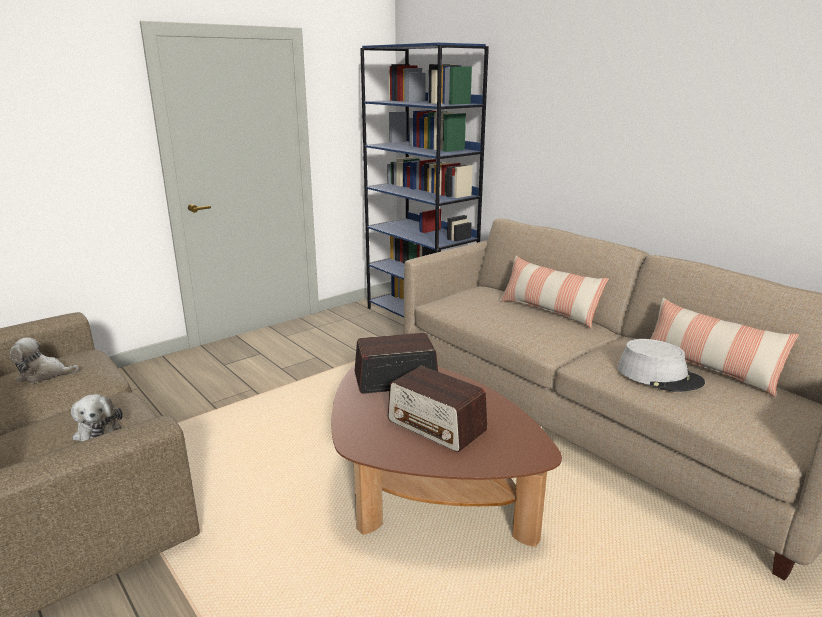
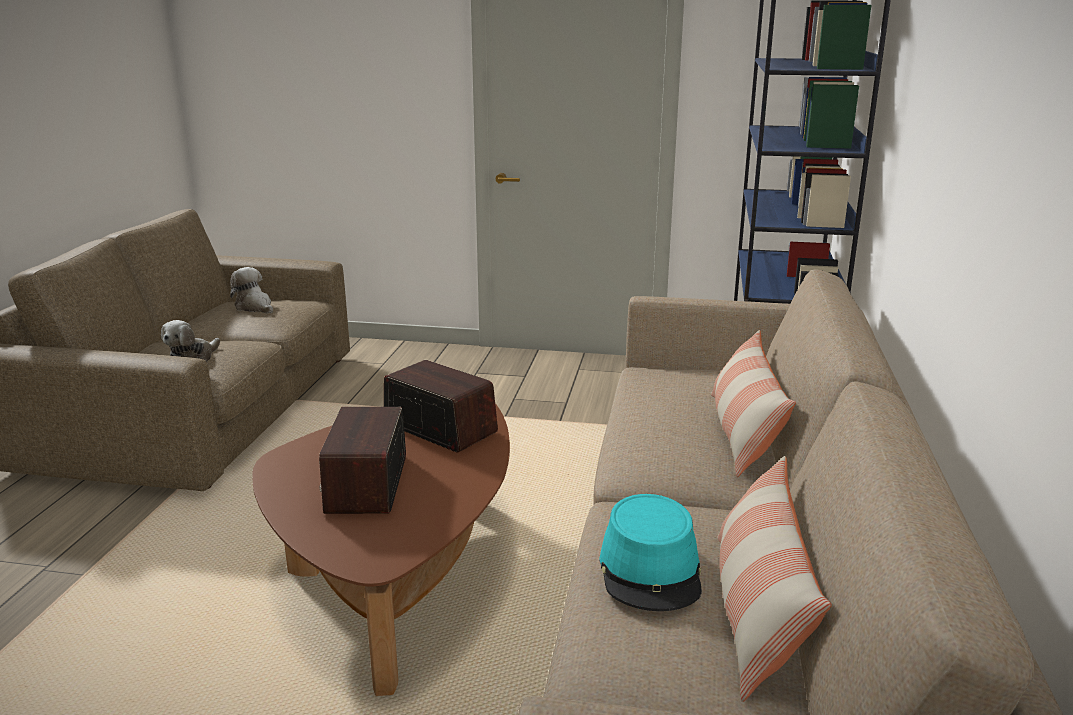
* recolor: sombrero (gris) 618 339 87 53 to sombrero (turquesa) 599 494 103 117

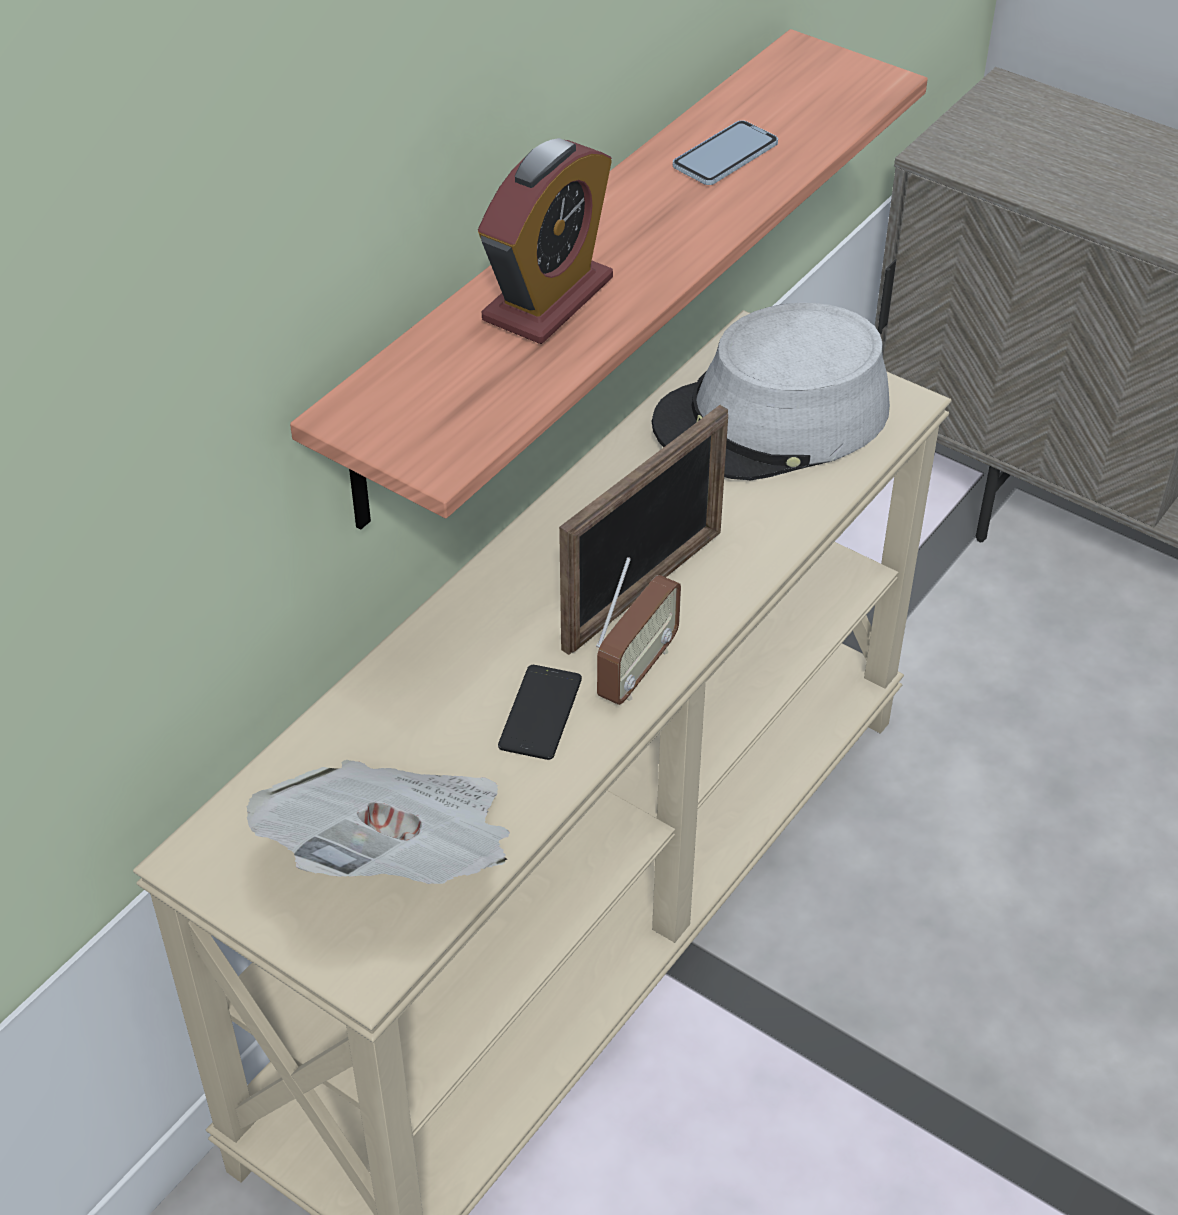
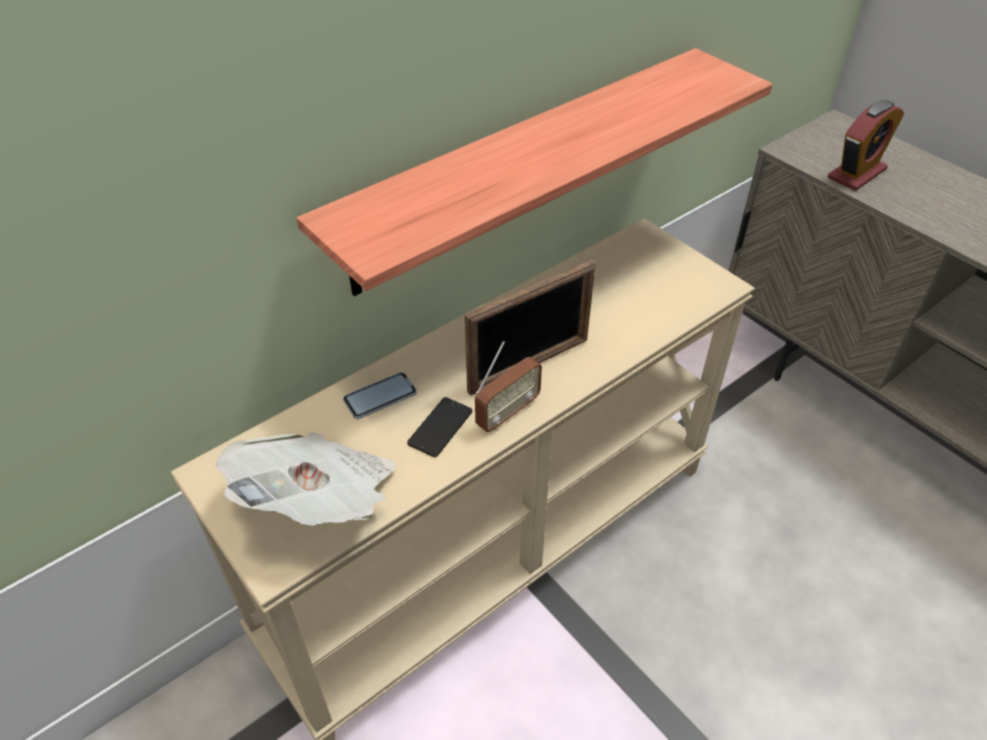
* move: móvil 673 120 105 65 to 343 372 74 47
* move: despertador 478 138 135 206 to 828 100 76 91
* delete: sombrero (gris) 652 303 238 177

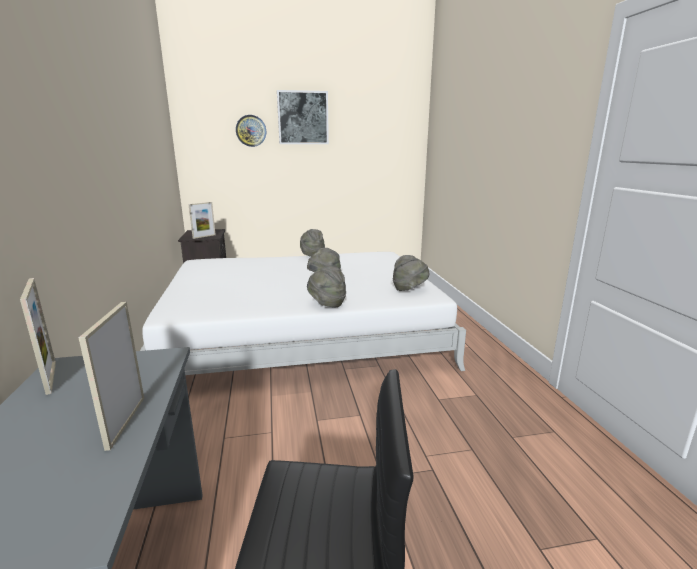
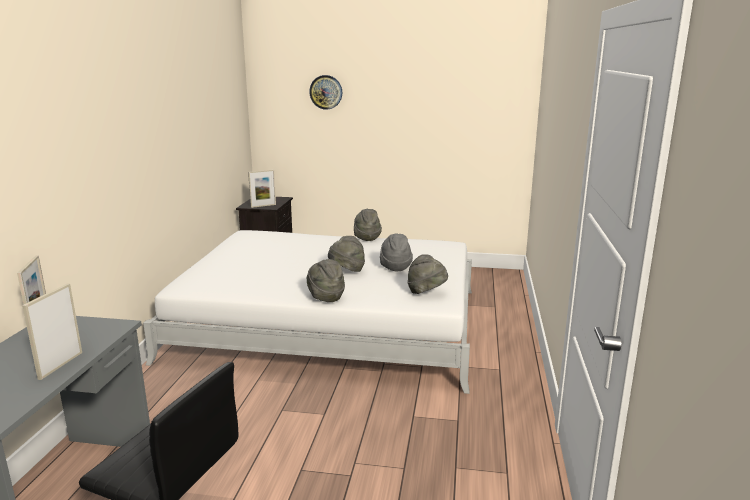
* delete: cuadro 277 90 52 54
* insert: sombrero (gris) 380 233 33 38

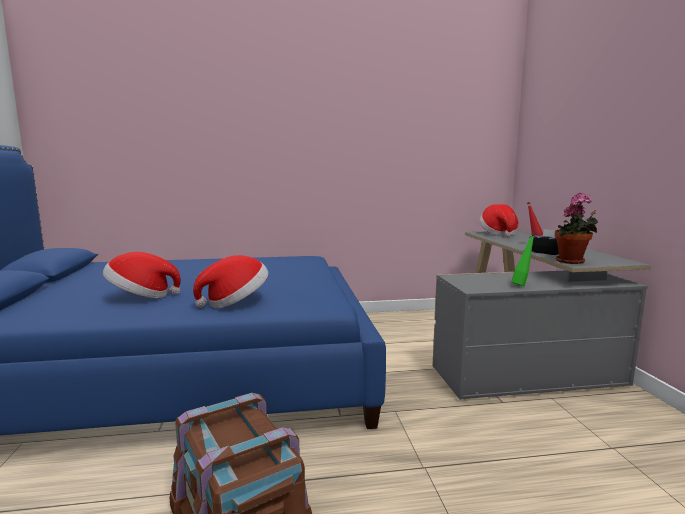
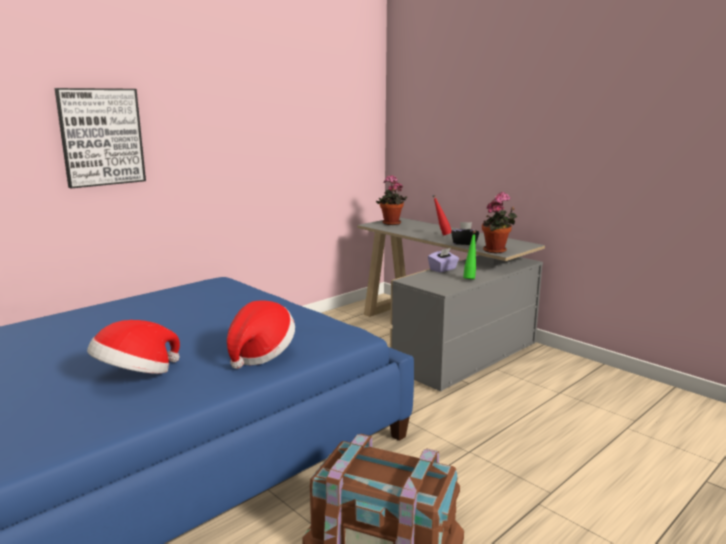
* replace: sombrero 480 204 39 33 to planta en maceta 376 175 31 50
* insert: cuadro 55 88 91 100
* insert: caja de pañuelos (morado) 428 248 31 25

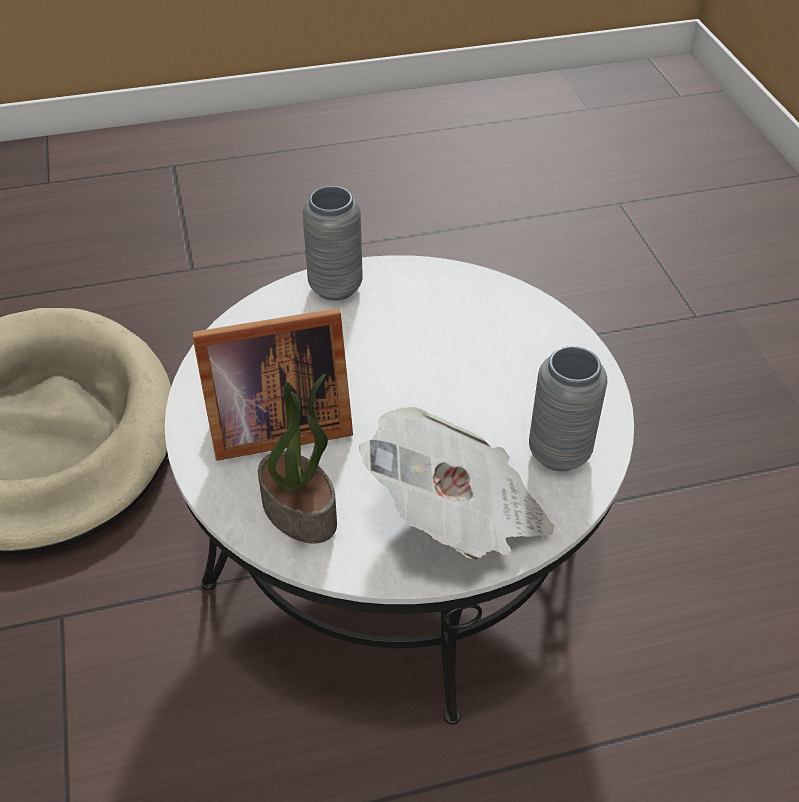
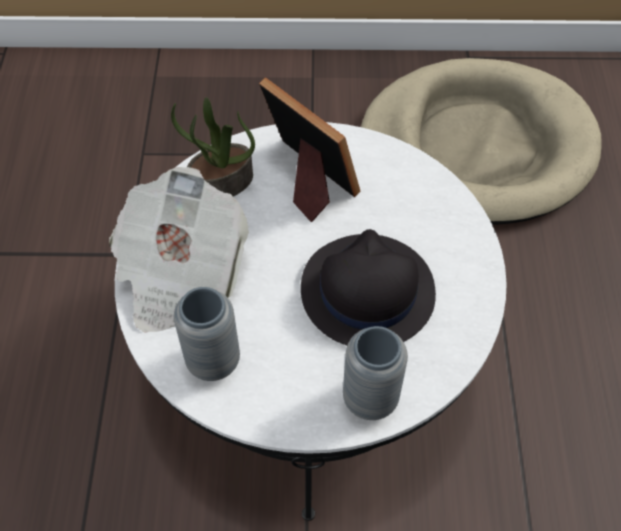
* move: florero (gris) 303 186 60 115 to 343 326 65 94
* rotate: portarretratos 192 308 161 153 = 259 77 101 145 135 degrees clockwise
* insert: sombrero (negro) 301 229 135 116

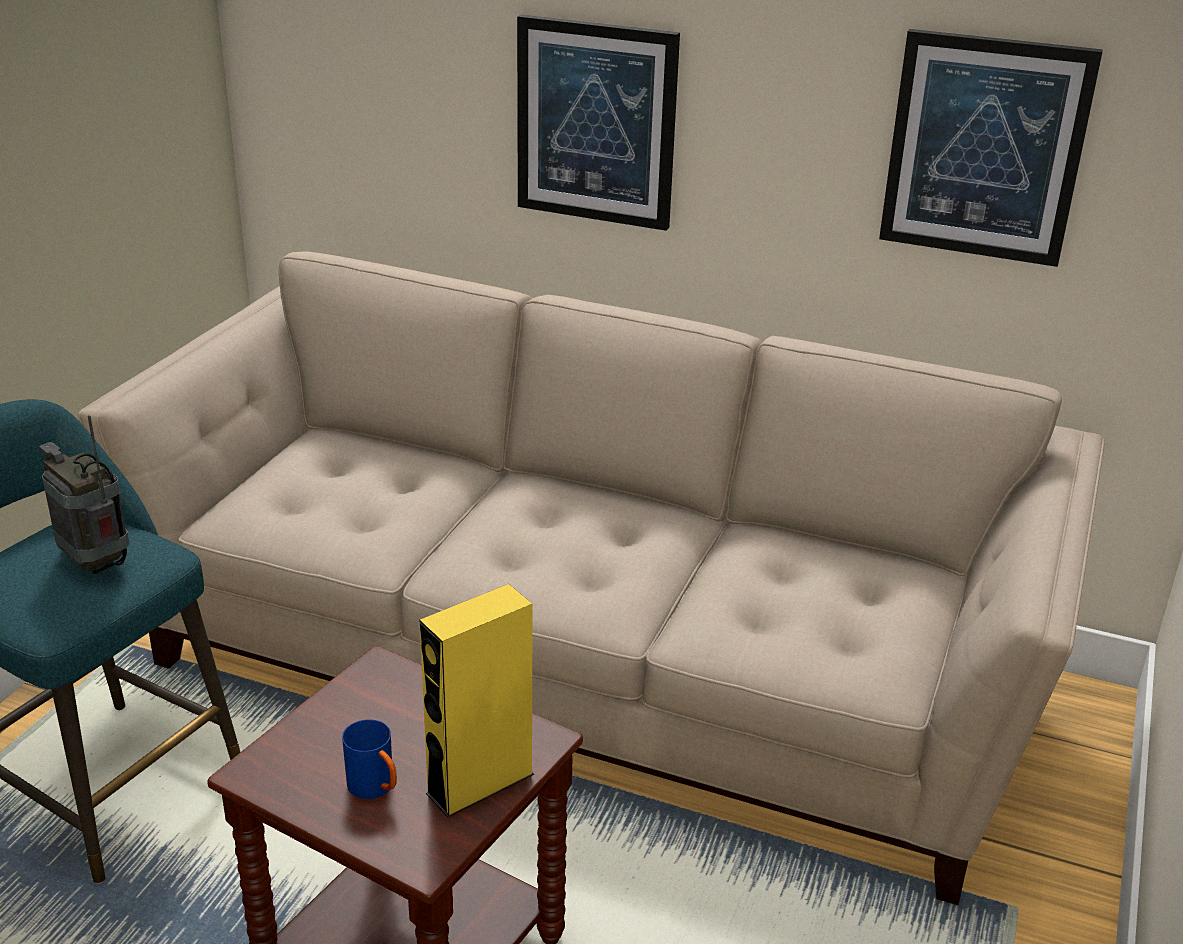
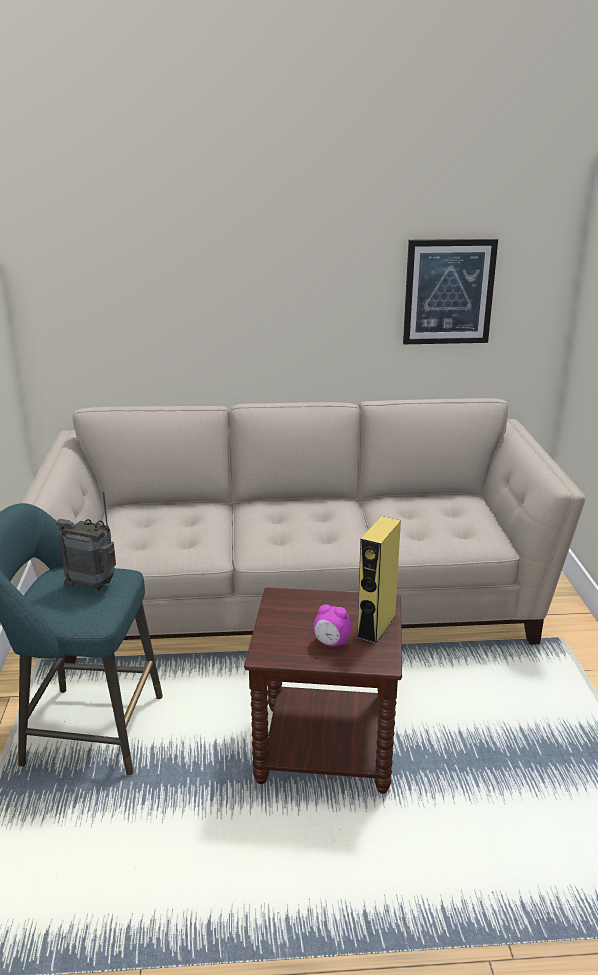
* delete: cuadro 517 14 163 217
* replace: taza grande (azul) 342 719 55 80 to despertador 313 604 38 42

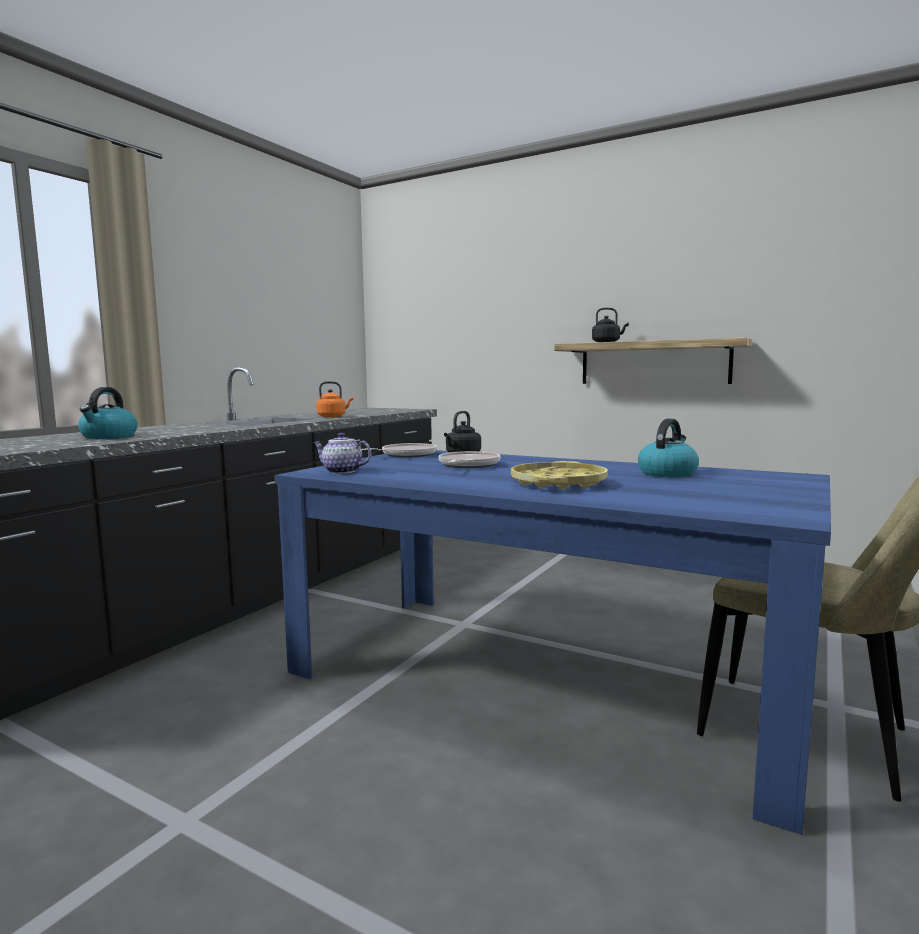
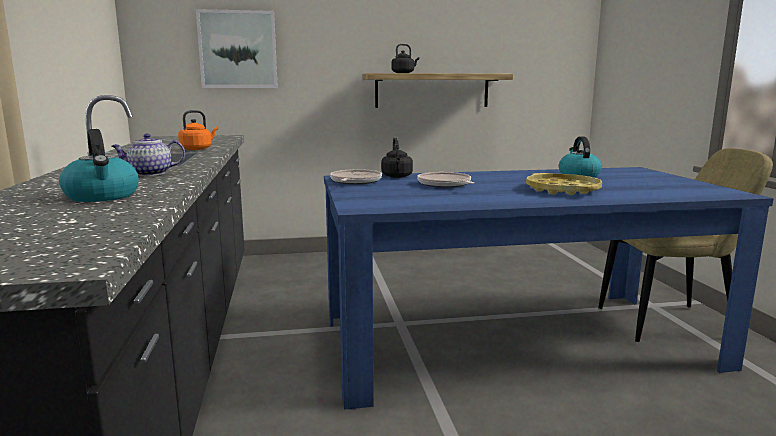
* move: tetera 313 433 59 41 to 111 134 74 42
* insert: cuadro 196 9 82 79

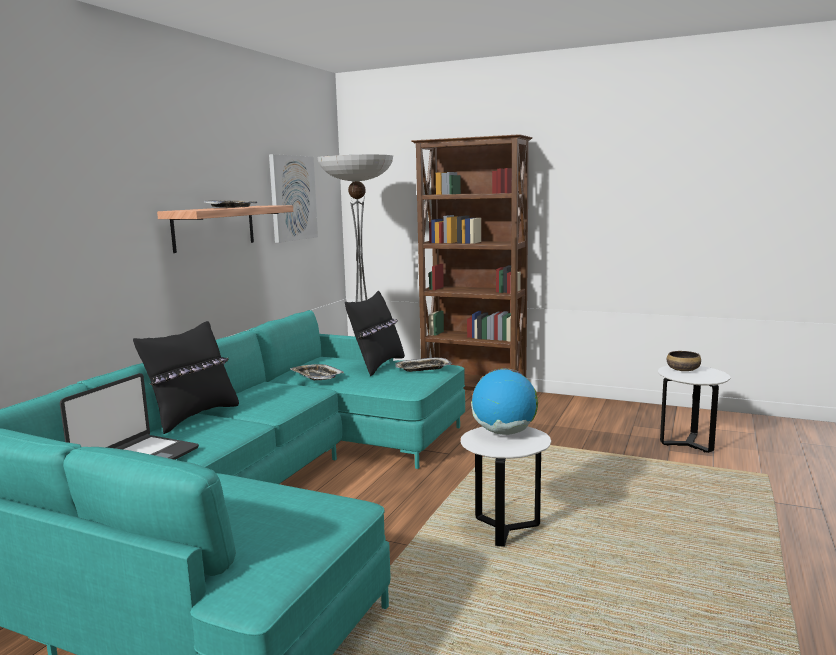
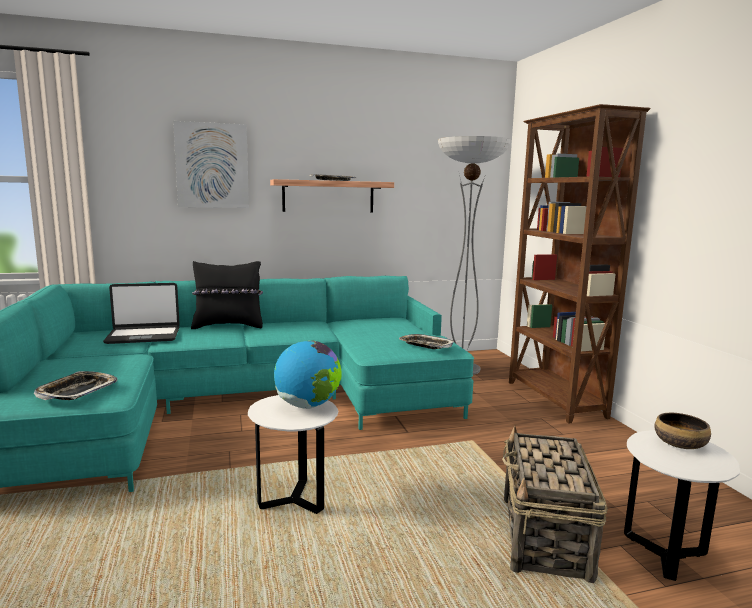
* move: cuadro 269 154 49 89 to 173 121 76 87
* delete: cojín (negro) 345 291 60 85
* move: bandeja 290 364 54 16 to 33 371 84 29
* insert: cesta 502 426 106 157

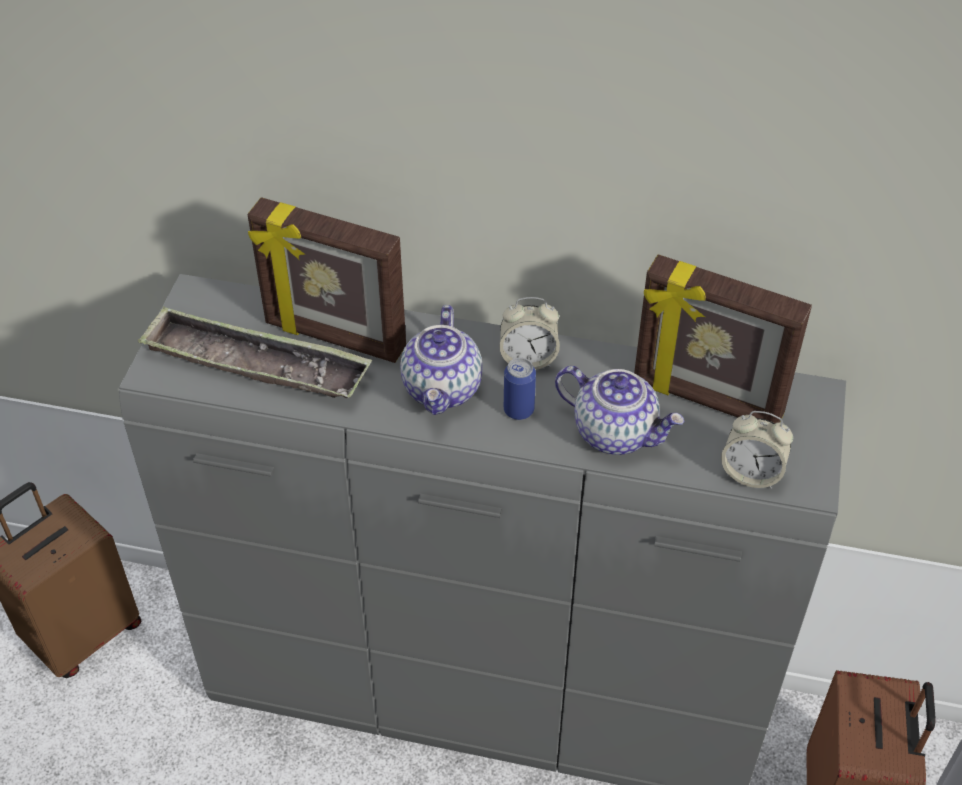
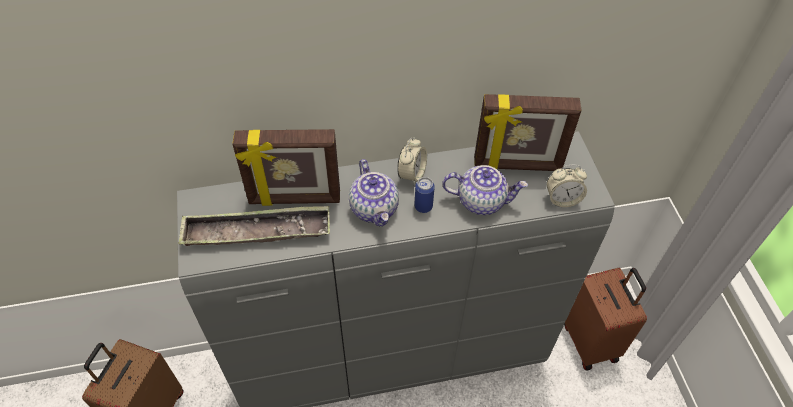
* rotate: despertador 500 297 60 73 = 397 137 30 48 45 degrees counterclockwise

